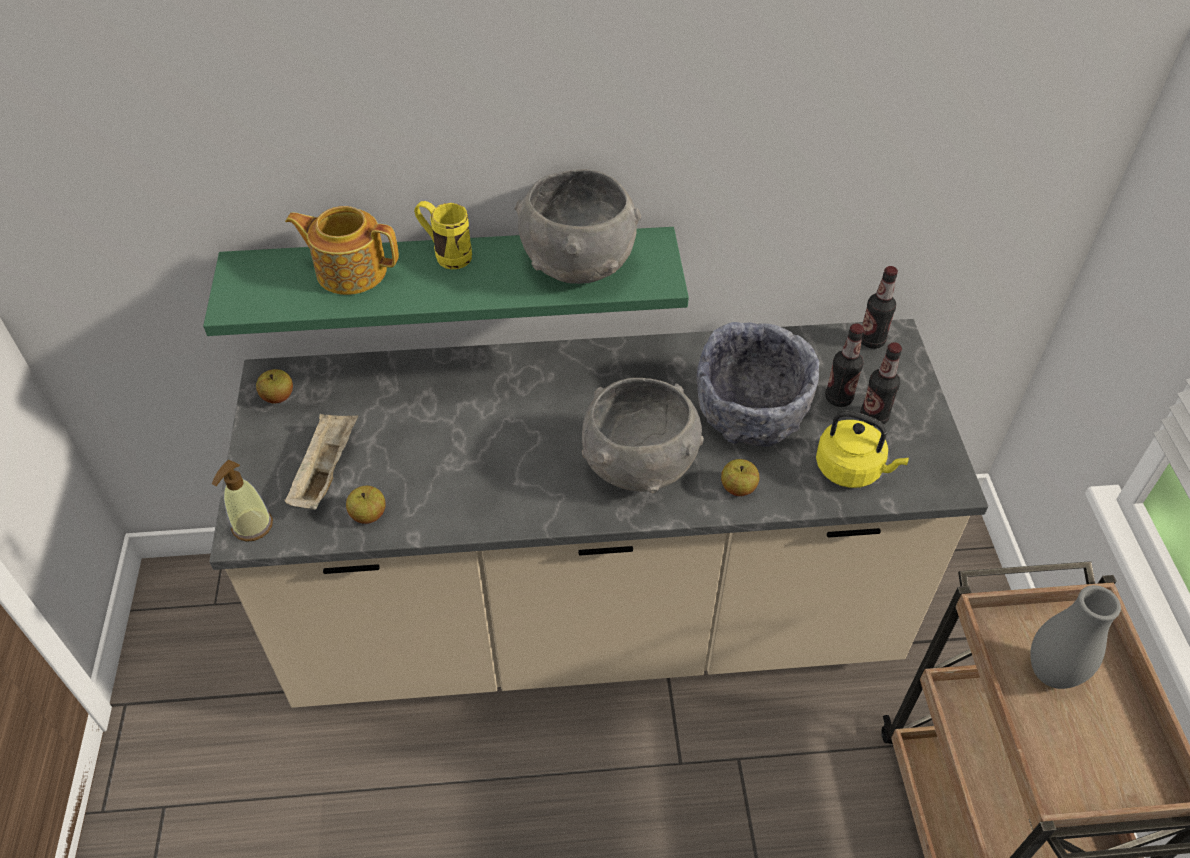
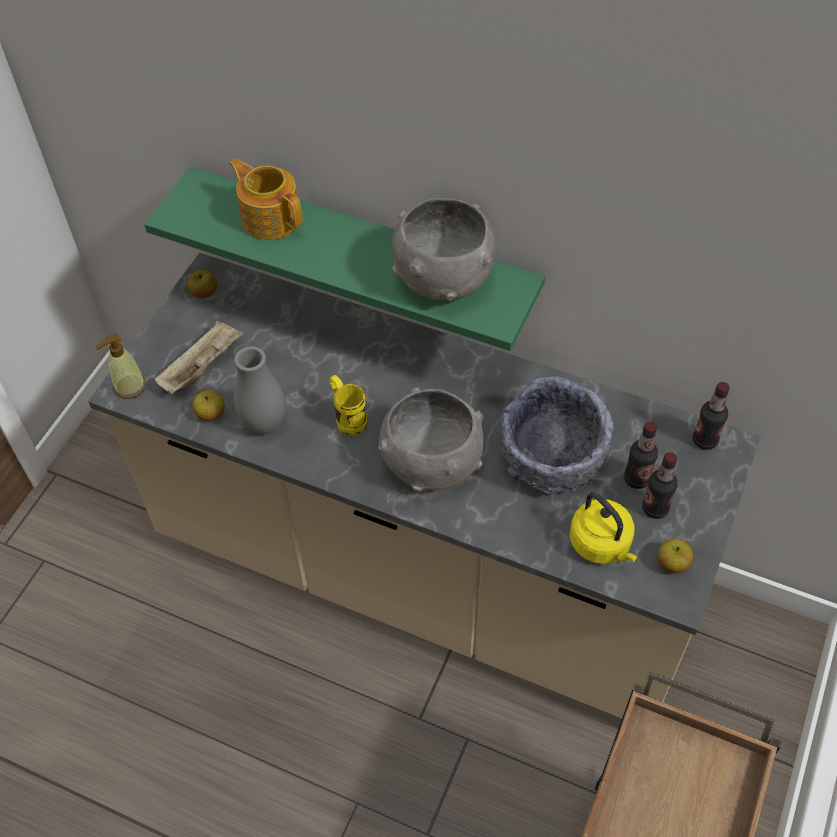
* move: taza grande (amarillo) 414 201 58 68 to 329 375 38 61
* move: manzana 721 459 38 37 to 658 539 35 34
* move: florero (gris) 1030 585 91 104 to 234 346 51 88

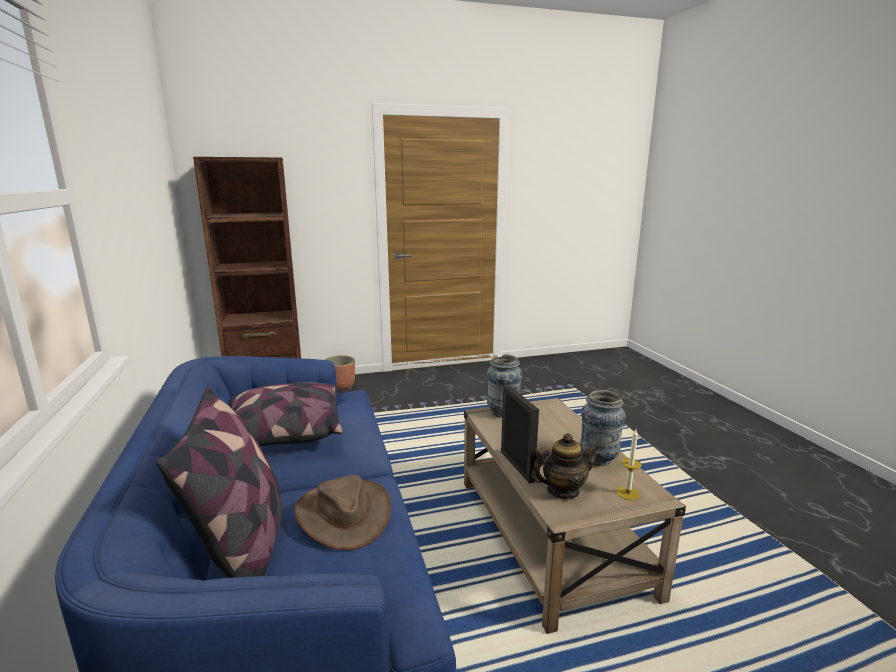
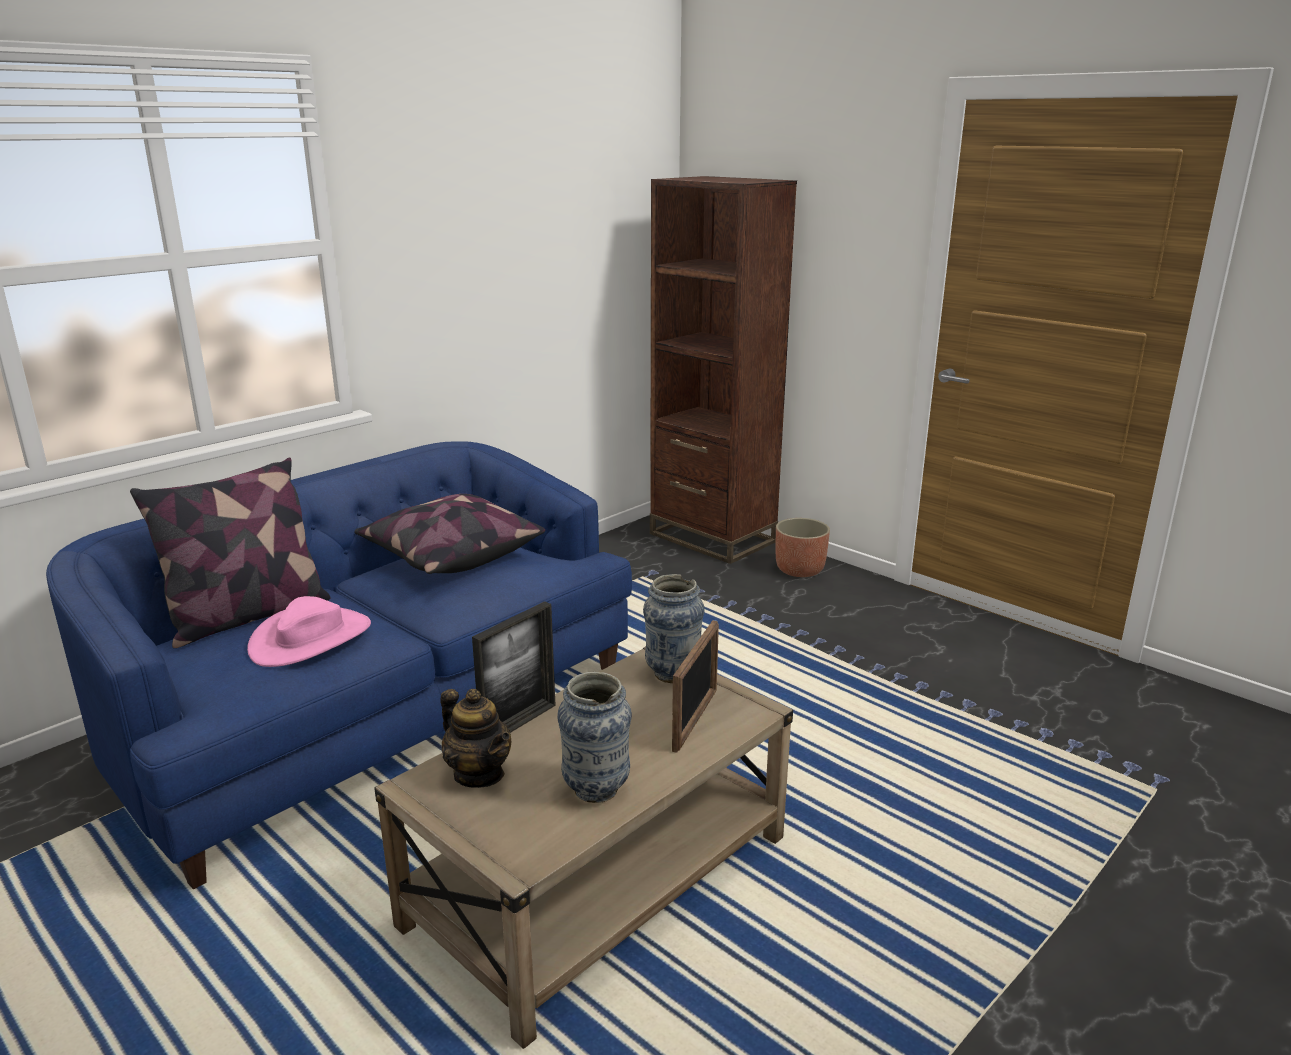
* delete: vela 616 429 26 71
* recolor: sombrero (marrón) 294 475 97 75 to sombrero (rosa) 247 596 124 71
* insert: portarretratos 672 620 47 133

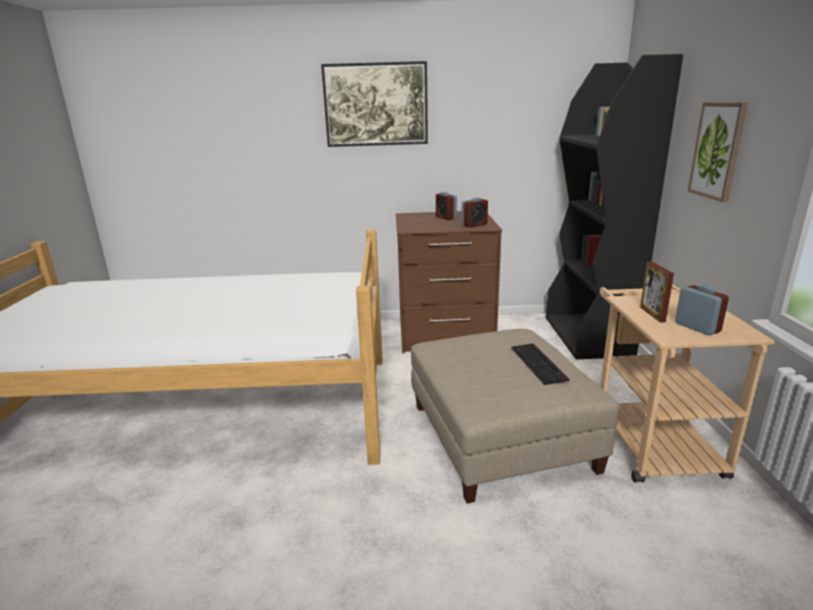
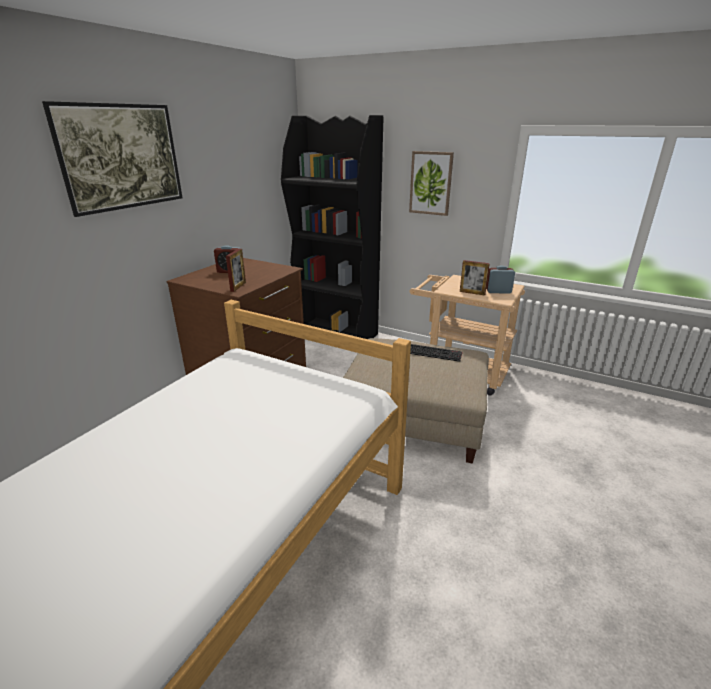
* delete: despertador 461 197 27 31
* insert: portarretratos 226 249 20 43

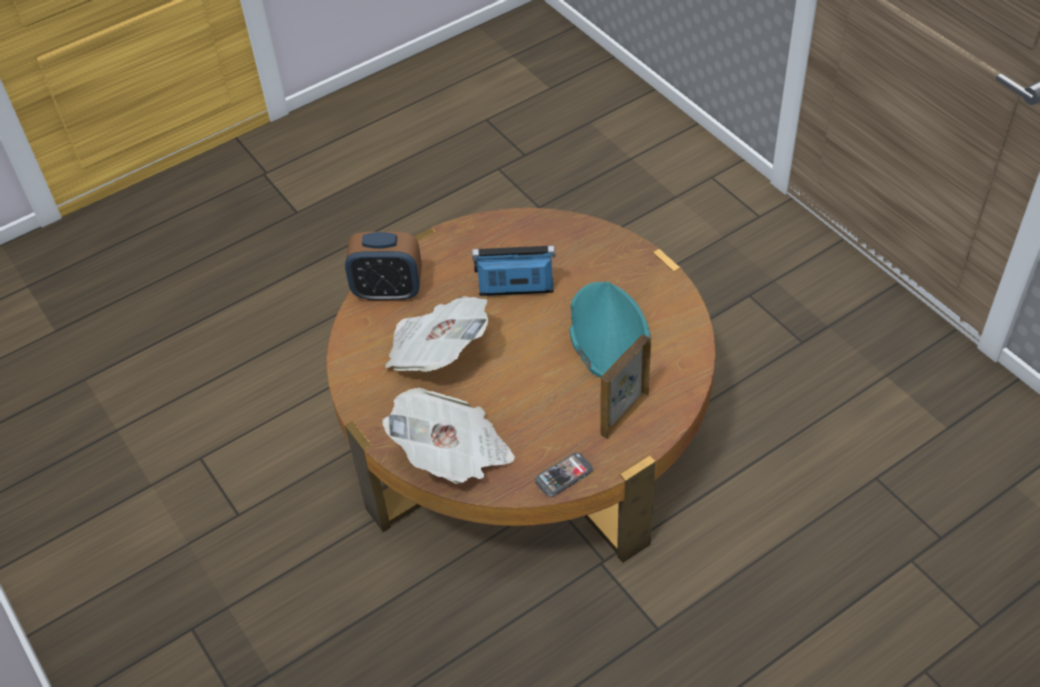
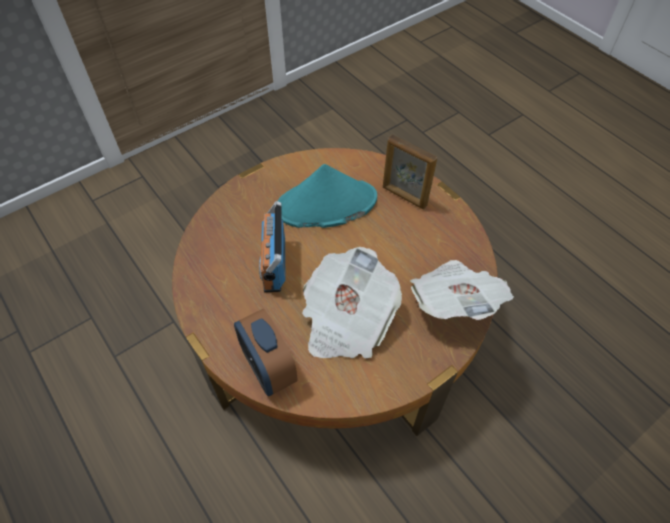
* rotate: despertador 345 232 77 69 = 234 309 64 87 150 degrees clockwise
* delete: móvil 535 452 58 45

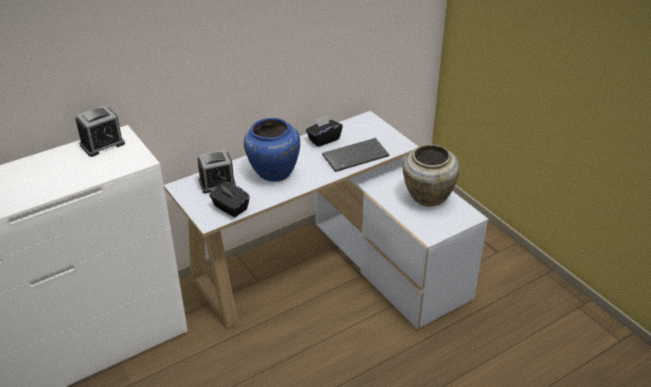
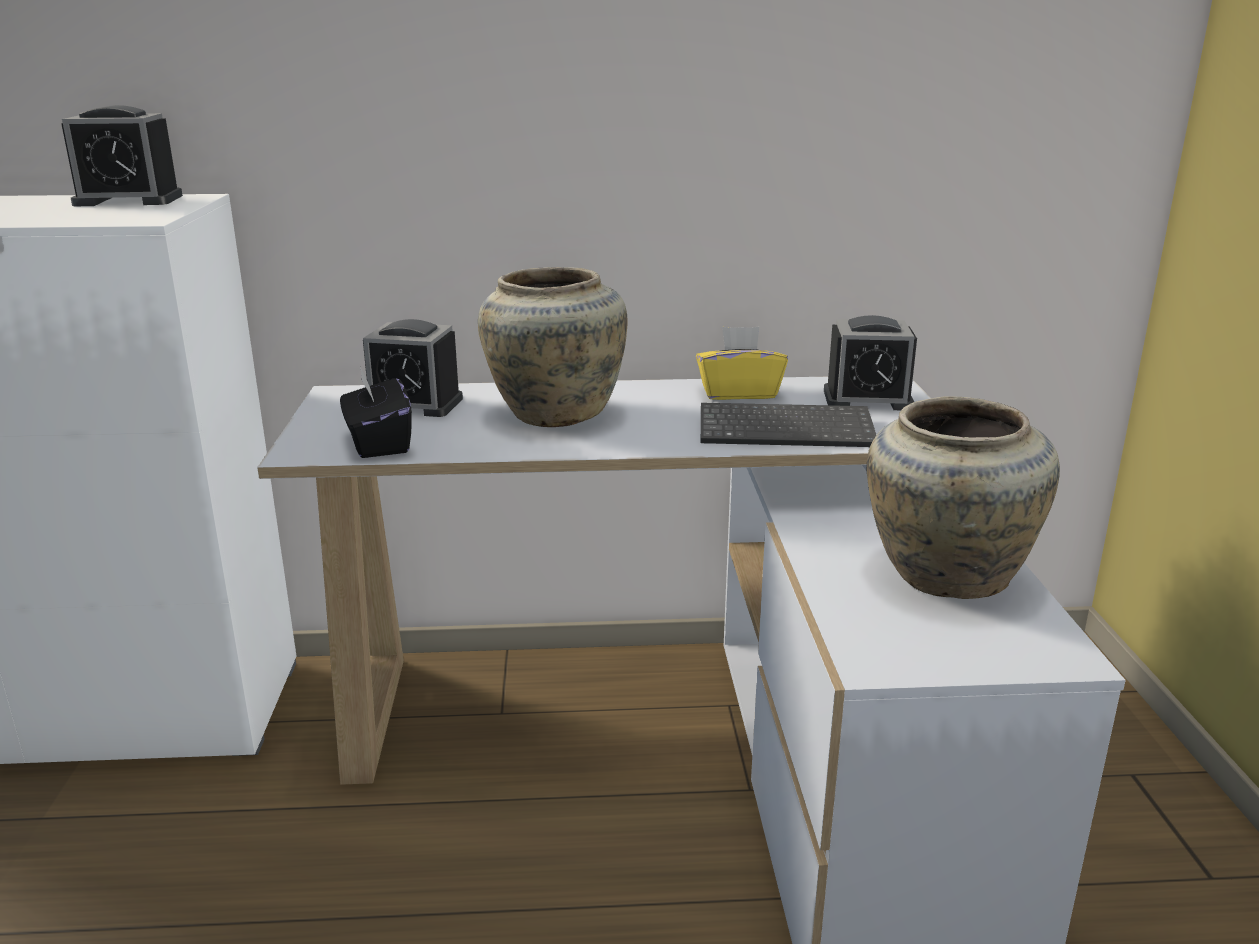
* recolor: caja de pañuelos (negro) 306 115 37 32 to caja de pañuelos (amarillo) 696 327 92 73
* recolor: florero (azul) 244 118 56 63 to florero (beis) 478 267 150 160
* insert: despertador 824 315 93 95

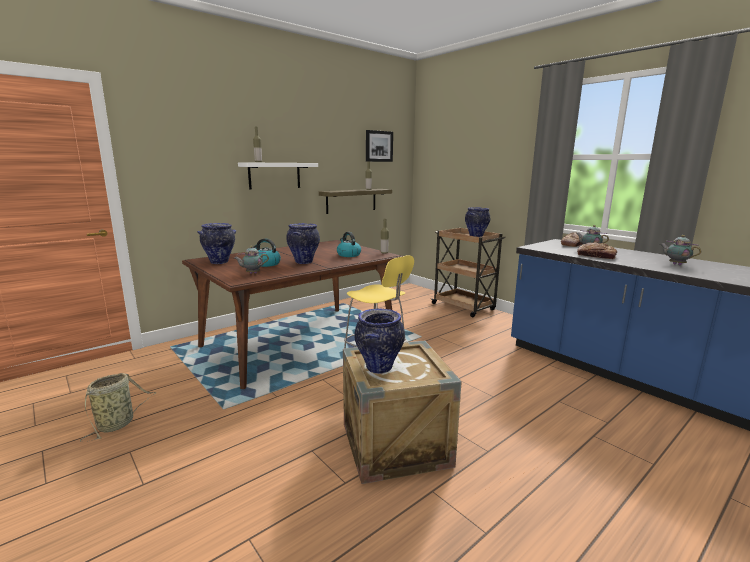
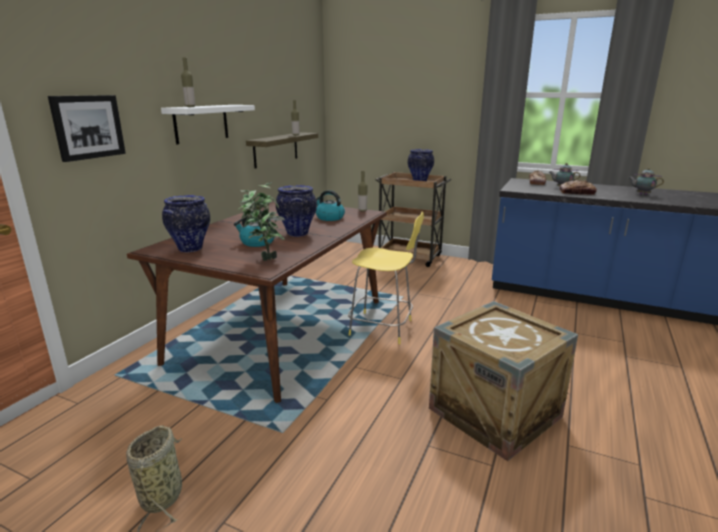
* move: cuadro 366 130 27 32 to 48 95 78 67
* replace: tetera 234 246 35 28 to planta en maceta 238 182 47 79
* delete: florero 354 308 51 66

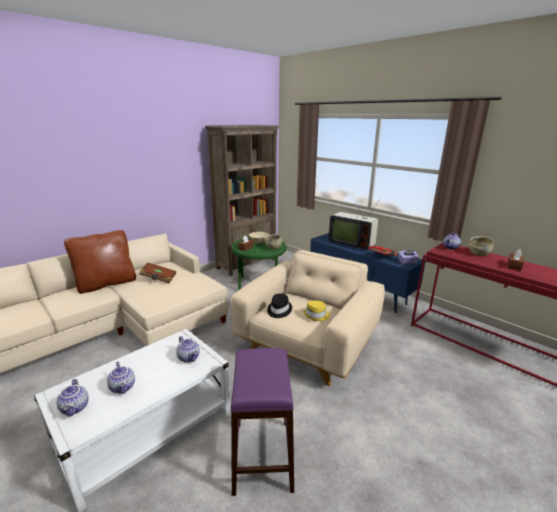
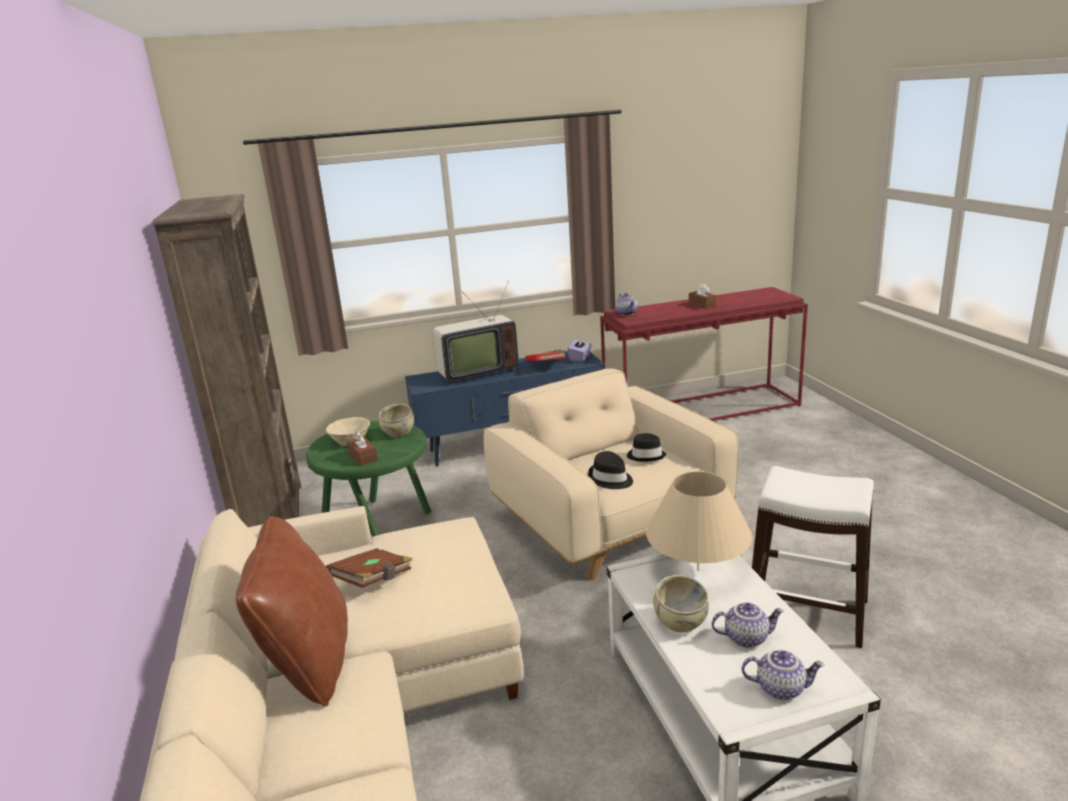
* move: cuenco (beis) 469 236 25 20 to 653 575 56 57
* recolor: sombrero (amarillo) 303 301 27 20 to sombrero (negro) 627 433 40 28
* replace: tetera 176 336 24 27 to lámpara de mesa (beis) 646 471 106 100
* recolor: taburete (morado) 231 348 63 148 to taburete (blanco) 752 466 122 182

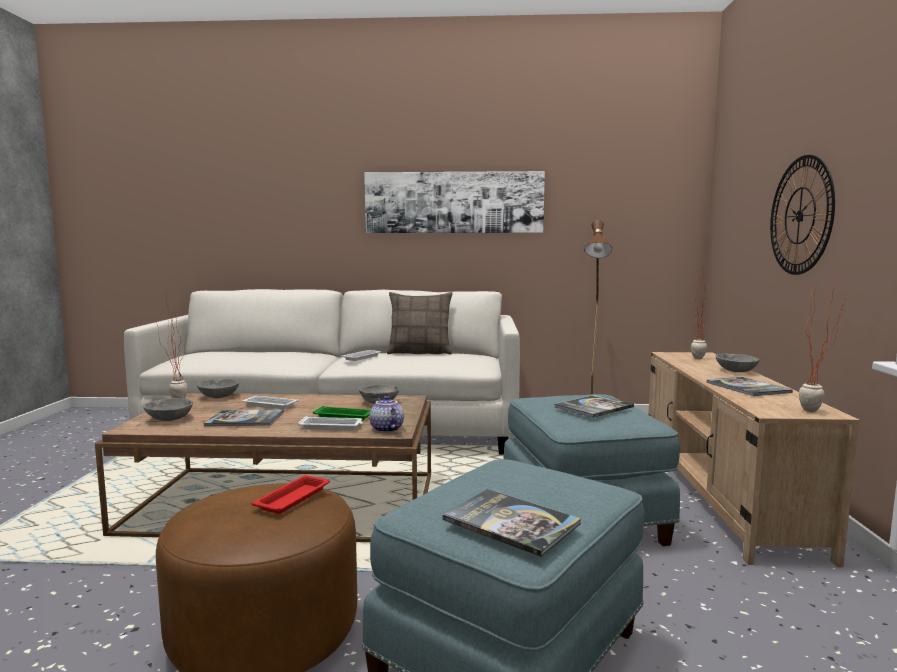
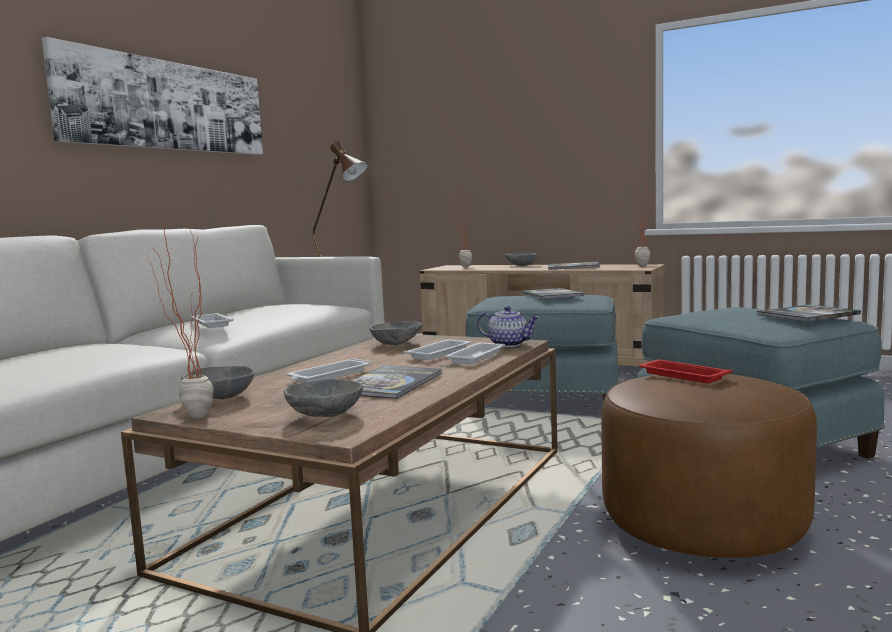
* delete: reloj de pared 770 155 65 120
* delete: cojín 387 292 66 63
* rotate: tetera 369 396 35 37 = 477 306 62 41 150 degrees counterclockwise
* recolor: bandeja (verde) 313 406 57 14 to bandeja (blanco) 404 340 67 20

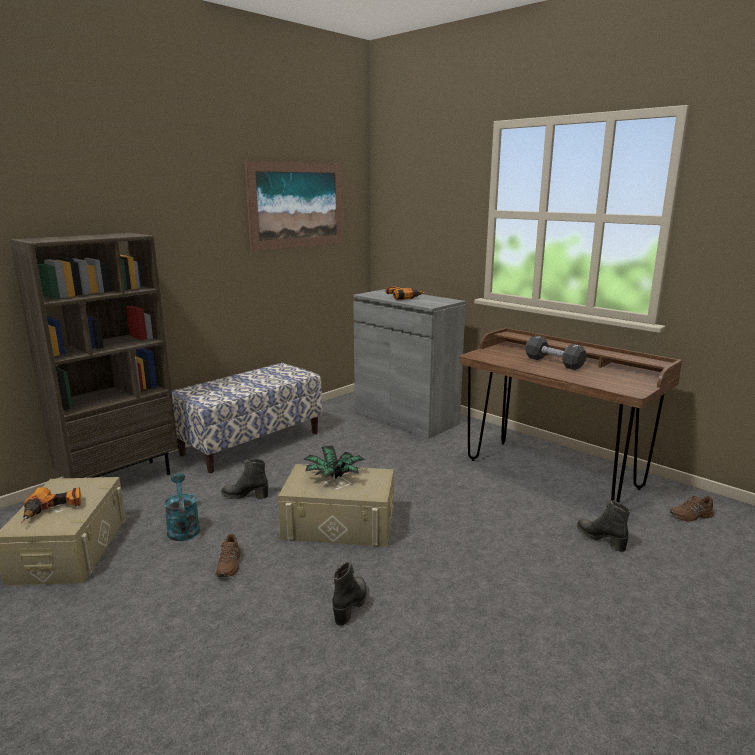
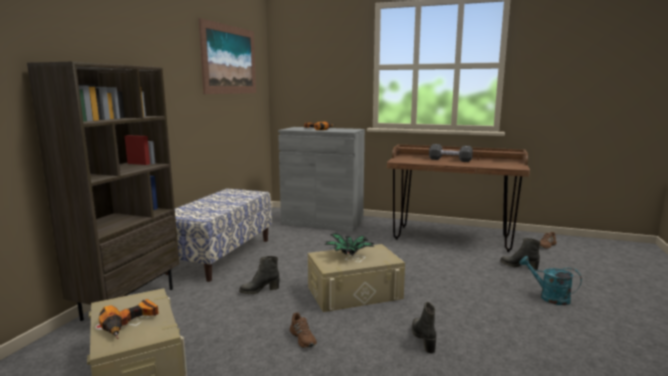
* move: regadera (turquesa) 164 473 36 68 to 519 256 63 49

